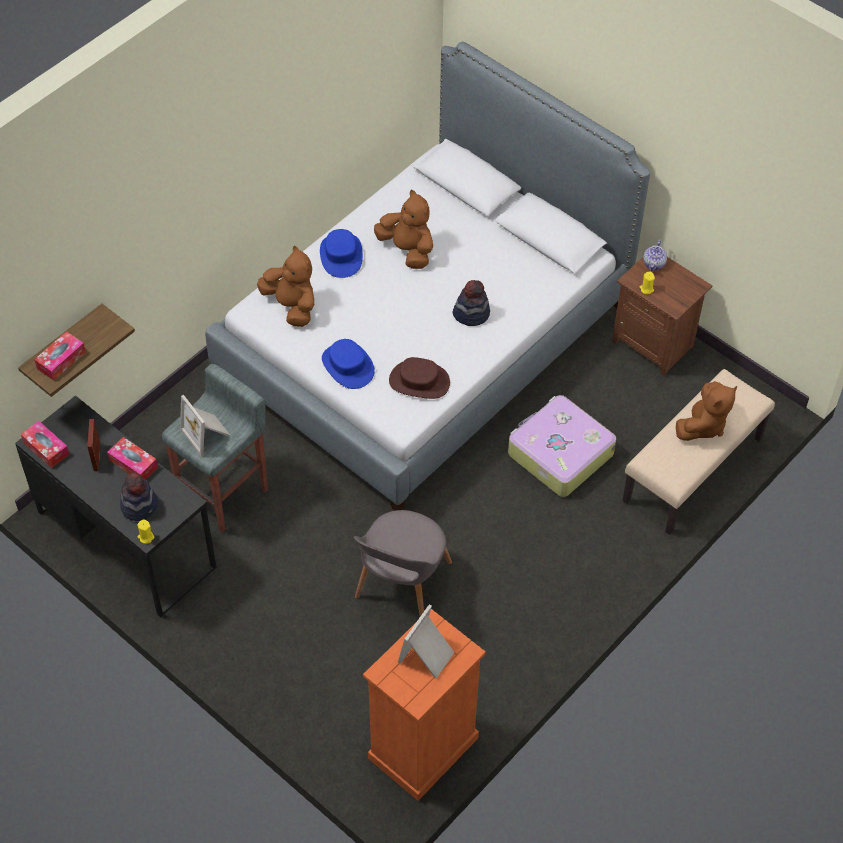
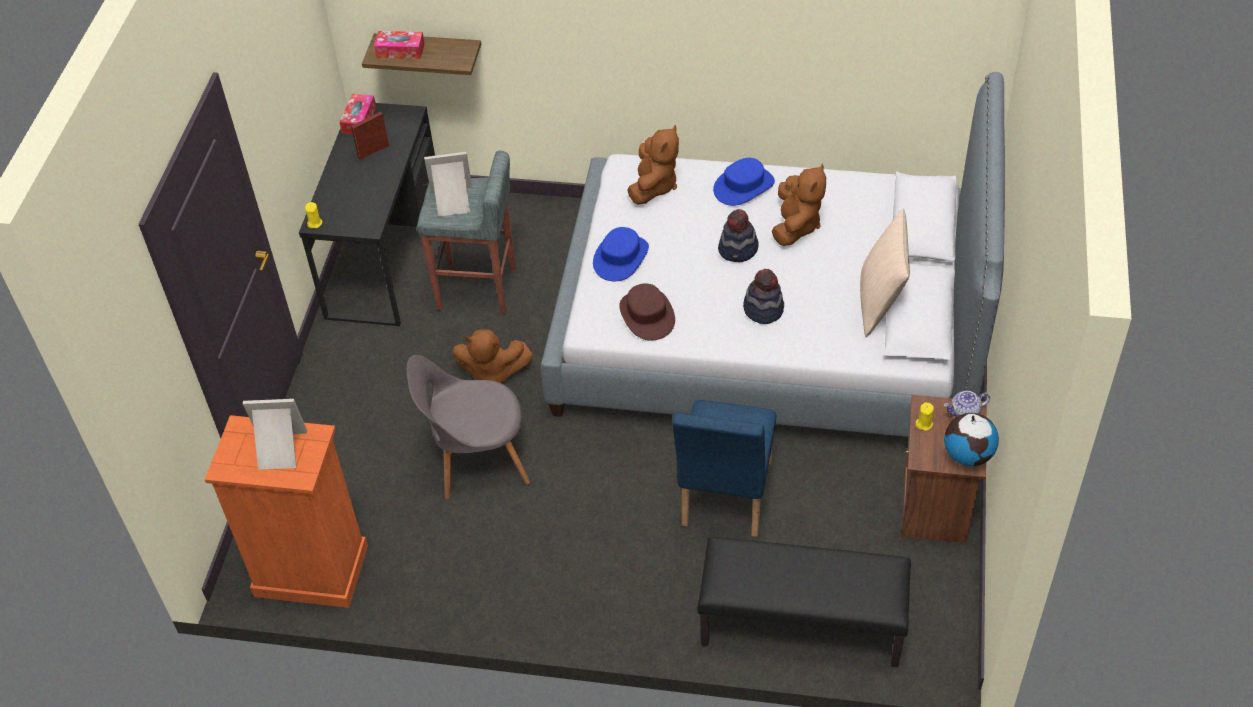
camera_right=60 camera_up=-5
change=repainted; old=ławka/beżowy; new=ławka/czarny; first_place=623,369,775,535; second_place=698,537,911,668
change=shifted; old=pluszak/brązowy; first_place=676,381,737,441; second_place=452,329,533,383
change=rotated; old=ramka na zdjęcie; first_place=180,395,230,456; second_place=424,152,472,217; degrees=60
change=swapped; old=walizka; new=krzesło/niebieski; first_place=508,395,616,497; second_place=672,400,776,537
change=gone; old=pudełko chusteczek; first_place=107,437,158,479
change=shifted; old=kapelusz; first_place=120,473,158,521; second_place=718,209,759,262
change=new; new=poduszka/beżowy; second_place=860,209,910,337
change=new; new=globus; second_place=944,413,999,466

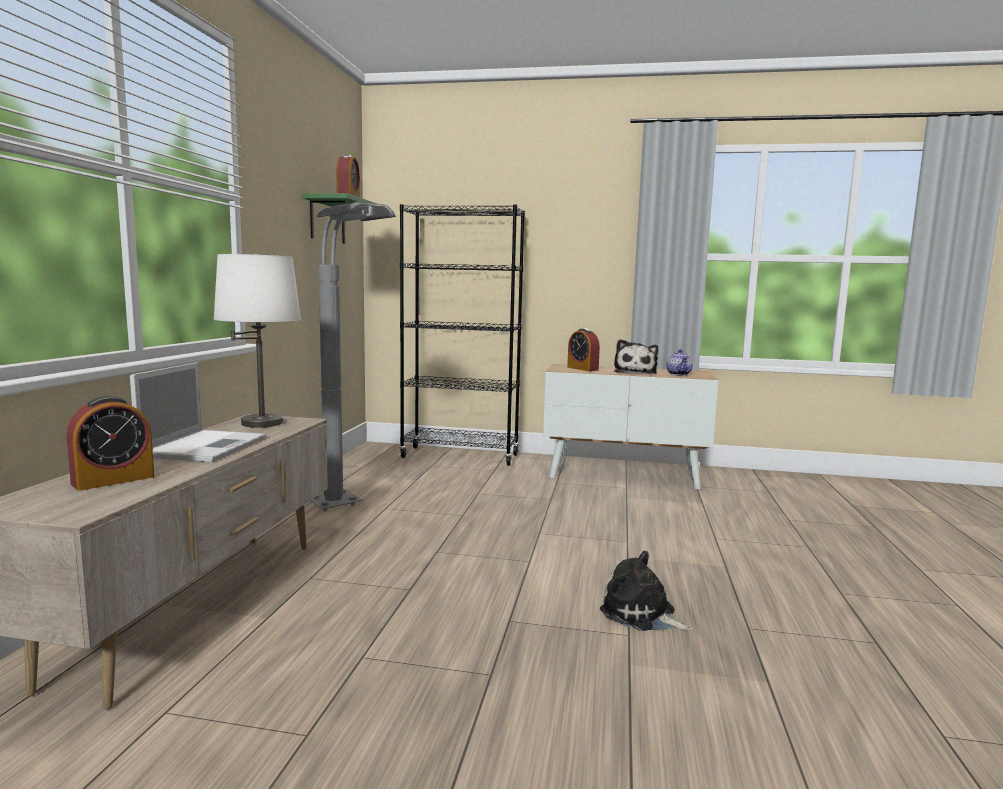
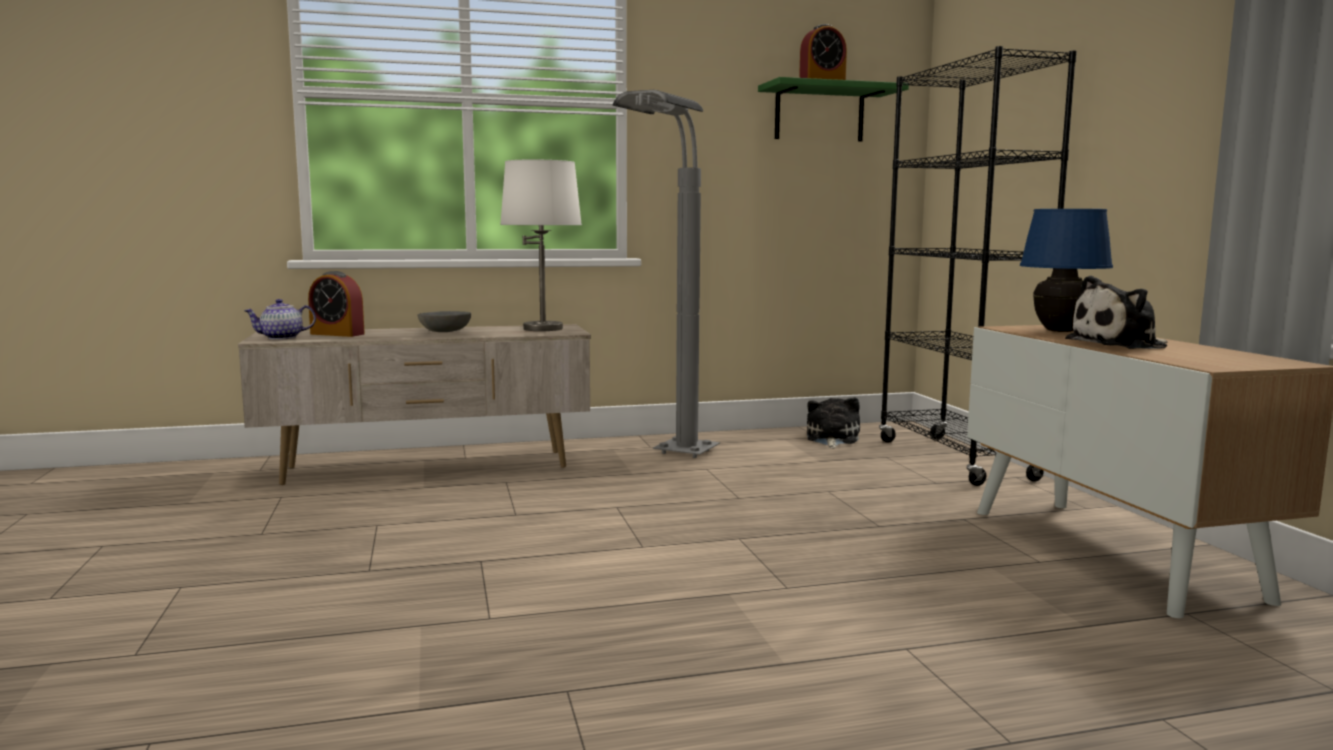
camera_right=65 camera_up=0
change=swapped; old=budzik; new=lampa stołowa/niebieski; first_place=567,329,600,371; second_place=1020,209,1113,332
change=shifted; old=imbryk; first_place=666,349,693,376; second_place=244,299,316,340
change=swapped; old=laptop; new=miska/szary; first_place=130,362,266,462; second_place=418,311,471,332
change=shifted; old=pluszak; first_place=600,551,692,631; second_place=807,397,860,448

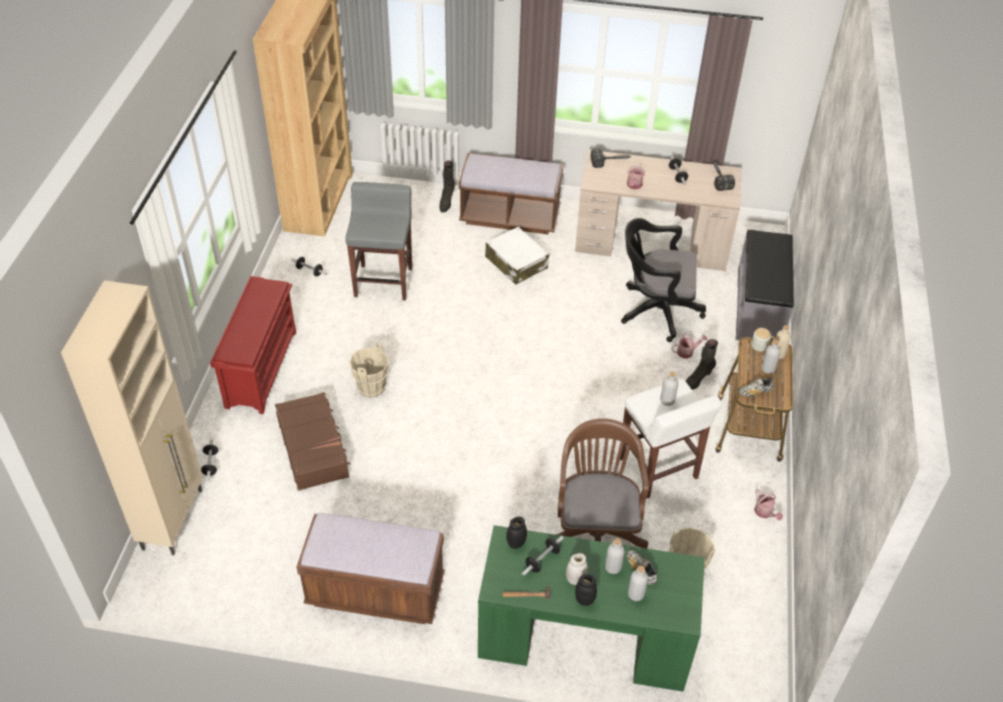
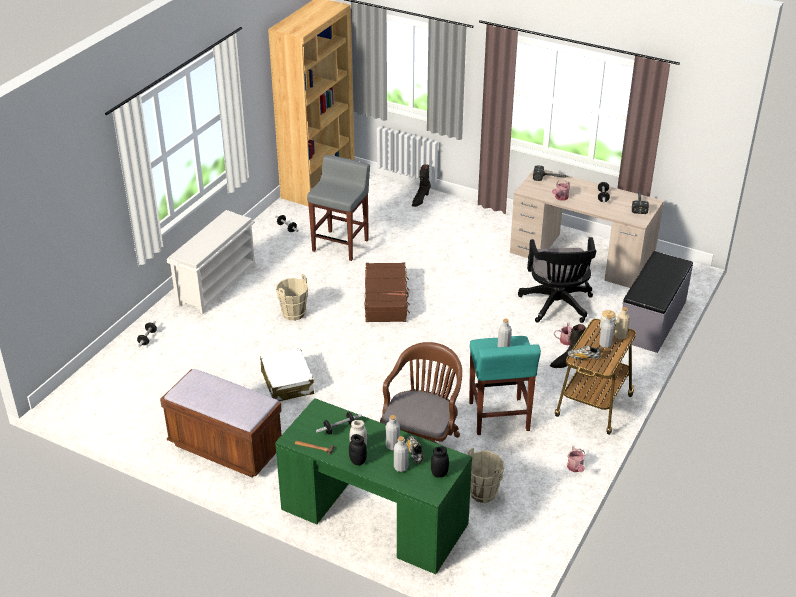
camera_right=20 camera_up=-10
change=gone; old=ławka/brązowy; first_place=459,153,563,234
change=rotated; old=krzesło biurowe/czarny; first_place=621,218,706,342; second_place=518,237,597,323; degrees=-120
change=shifted; old=walizka/biały; first_place=485,227,549,285; second_place=260,348,314,401
change=repainted; old=regał na buty/czerwony; new=regał na buty/biały; first_place=210,276,296,414; second_place=167,210,256,315
change=gone; old=szafka/beżowy; first_place=61,280,203,555
change=repainted; old=stołek/biały; new=stołek/turkusowy; first_place=620,379,722,498; second_place=469,336,541,435
change=shifted; old=walizka/brązowy; first_place=275,392,351,491; second_place=365,262,410,322
change=shifted; old=słoik/czarny; first_place=506,516,527,549; second_place=431,446,449,477

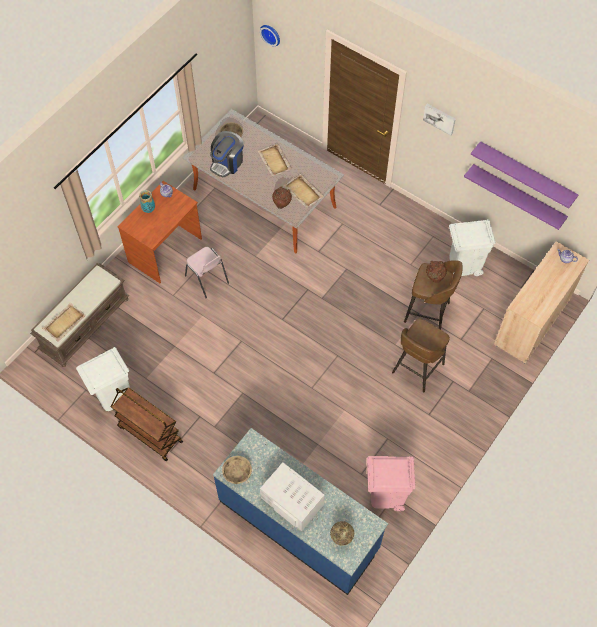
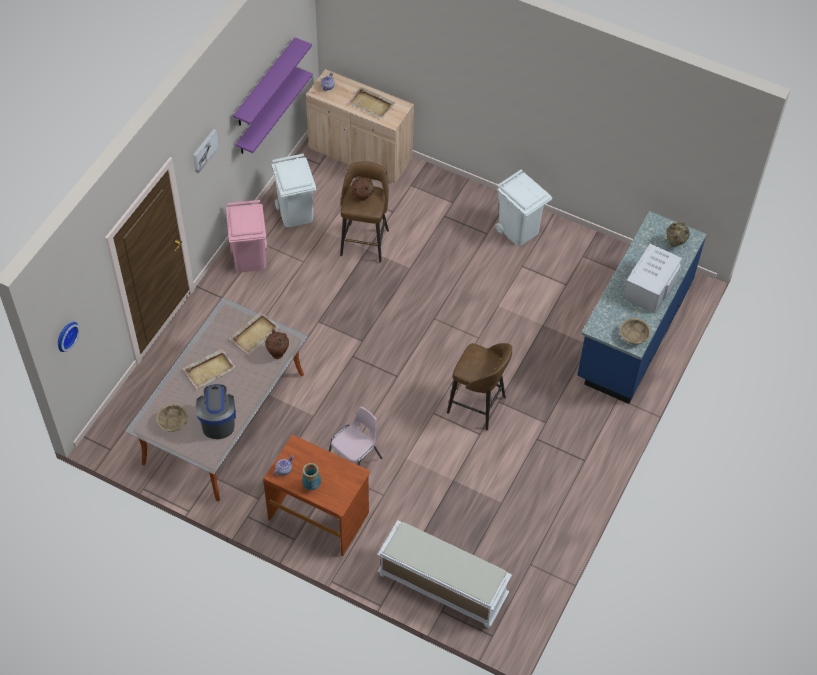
camera_right=-100 camera_up=-5
change=rotated; old=ekspres do kawy; first_place=210,131,243,177; second_place=196,384,236,439; degrees=-120
change=repainted; old=ławka/brązowy; new=ławka/biały; first_place=30,263,129,367; second_place=377,520,512,628
change=shifted; old=taca/beżowy; first_place=42,303,86,342; second_place=347,87,395,119
change=shifted; old=stołek/brązowy; first_place=392,318,450,392; second_place=447,343,512,430
change=shifted; old=kosz na śmieci/biały; first_place=76,347,130,411; second_place=495,169,552,246
change=gone; old=wózek/brązowy; first_place=111,387,183,461
change=shifted; old=kosz na śmieci/różowy; first_place=367,456,416,511; second_place=226,200,267,272

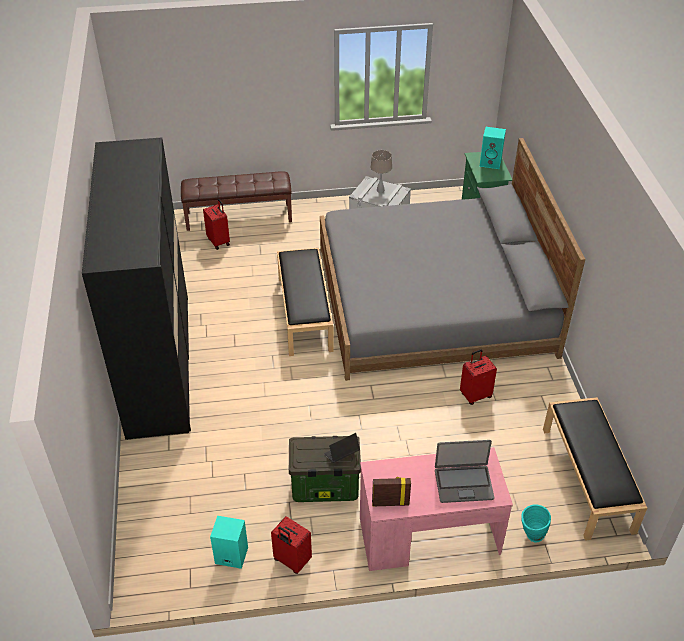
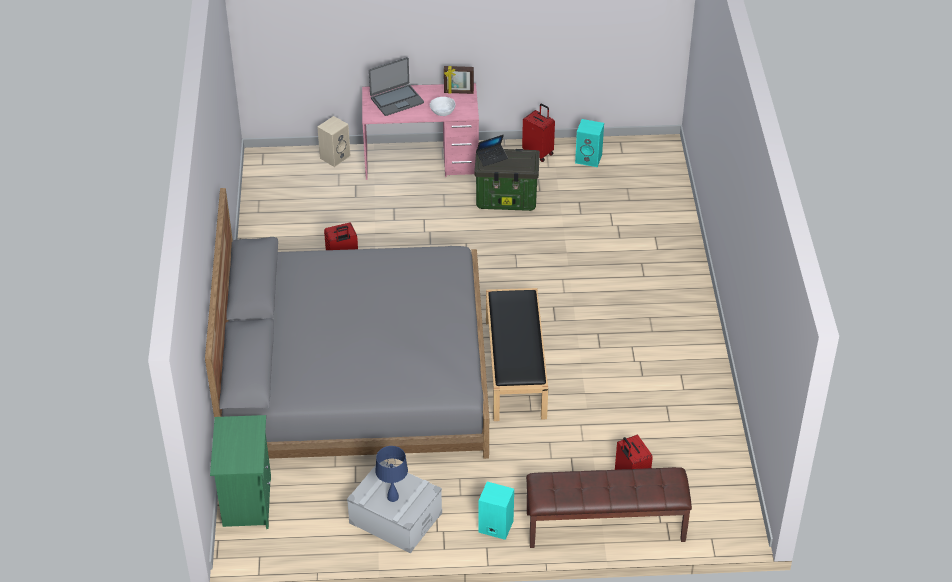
camera_right=-175 camera_up=0
change=shifted; old=głośnik/turkusowy; first_place=479,127,506,169; second_place=479,482,514,540
change=gone; old=szafa/czarny; first_place=82,137,191,440
change=repainted; old=lampa stołowa/beżowy; new=lampa stołowa/niebieski; first_place=370,150,392,193; second_place=375,446,408,502
change=gone; old=ławka/czarny; first_place=543,397,647,541
change=rotated; old=laptop; first_place=435,440,494,503; second_place=369,57,424,116; degrees=150
change=swapped; old=wazon/turkusowy; new=głośnik/beżowy; first_place=521,504,551,543; second_place=317,116,350,167
change=new; new=miska/biały; second_place=430,97,455,116

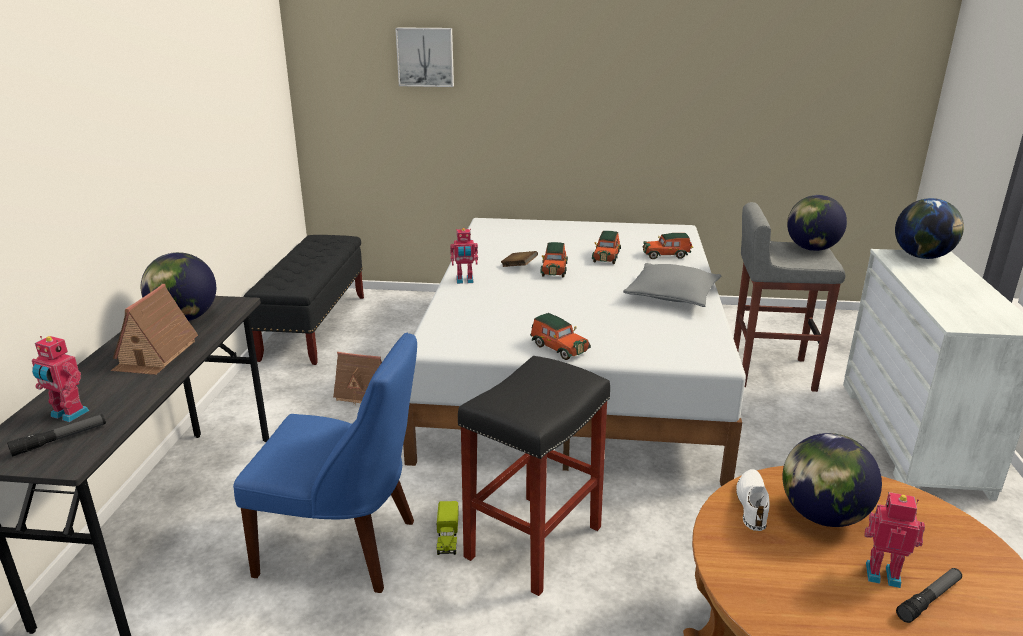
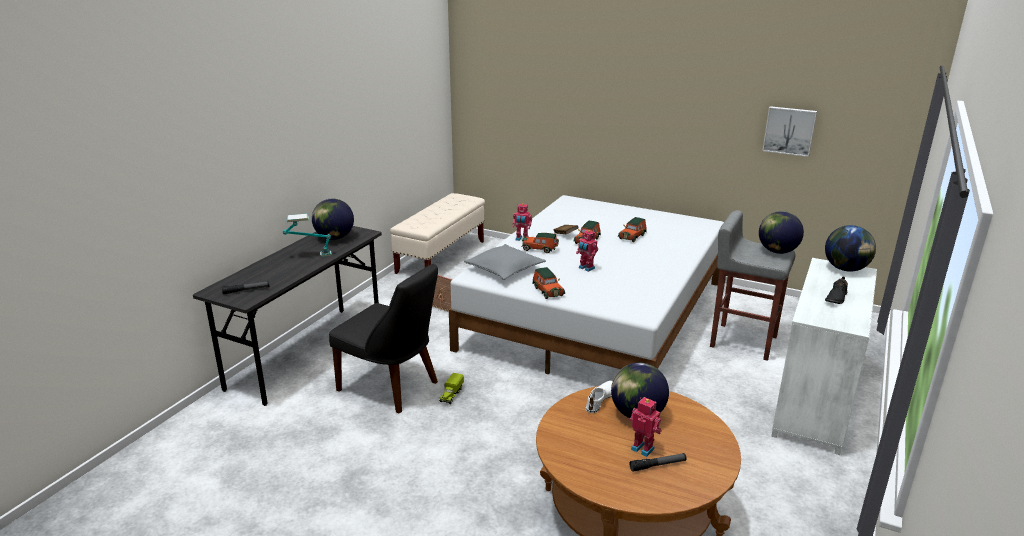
camera_right=20 camera_up=0
change=shifted; old=obraz; first_place=395,27,454,87; second_place=762,106,817,157
change=shifted; old=samochodzik; first_place=642,233,693,259; second_place=522,233,559,253
change=repainted; old=ławka/czarny; new=ławka/beżowy; first_place=244,235,364,365; second_place=390,193,485,274
change=shifted; old=poduszka/szary; first_place=623,263,721,307; second_place=464,244,546,280
change=swapped; old=domek; new=lampa stołowa; first_place=111,284,198,375; second_place=283,214,331,257
change=repainted; old=krzesło/niebieski; new=krzesło/czarny; first_place=233,333,417,593; second_place=329,264,438,413
change=shifted; old=robot zabawkowy; first_place=32,336,89,422; second_place=576,229,598,272
change=gone; old=stołek/czarny; first_place=458,356,610,596
change=new; new=but/czarny; second_place=825,276,848,304

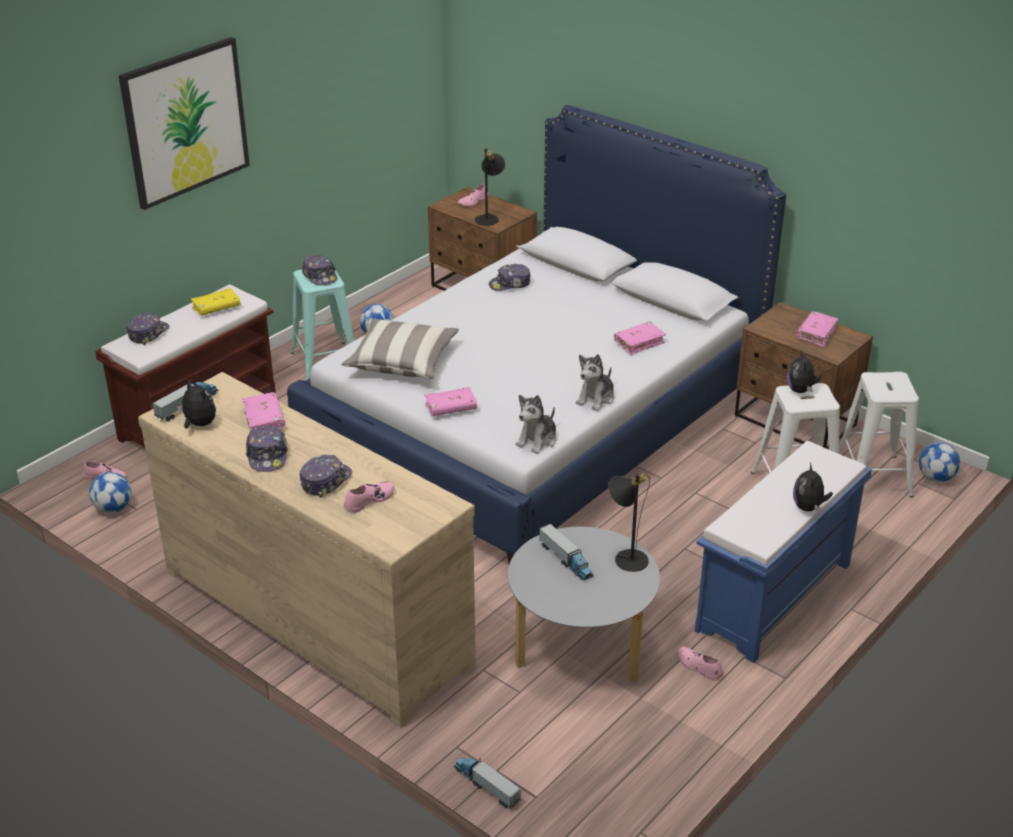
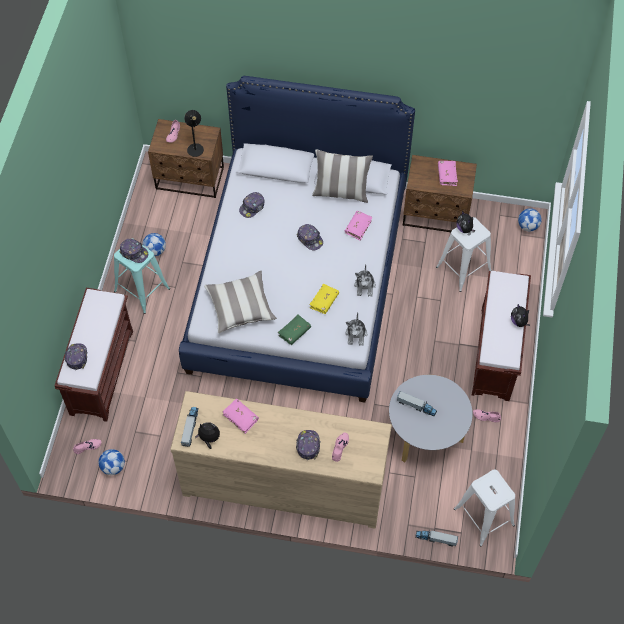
camera_right=-30 camera_up=25
change=gone; old=obraz; first_place=119,37,250,210
change=shifted; old=książka/żółty; first_place=190,288,241,316; second_place=309,284,339,314
change=shifted; old=stołek/biały; first_place=839,372,919,498; second_place=454,470,515,547
change=repainted; old=książka/różowy; new=książka/zielony; first_place=424,387,477,416; second_place=278,314,311,345
change=shifted; old=czapka z daszkiem; first_place=246,426,288,472; second_place=297,224,323,250
change=repainted; old=ławka/niebieski; new=ławka/brązowy; first_place=695,441,872,663; second_place=472,271,531,401
change=gone; old=lampa stołowa/czarny; first_place=608,473,650,572
change=new; new=poduszka; second_place=312,149,373,203

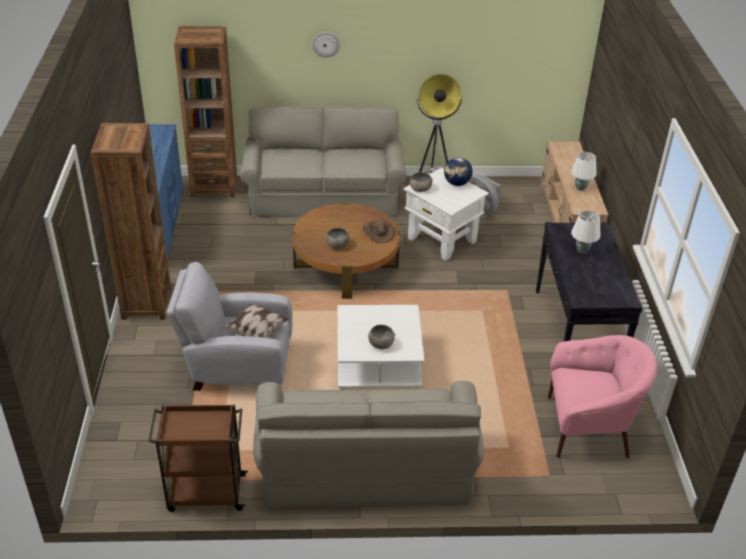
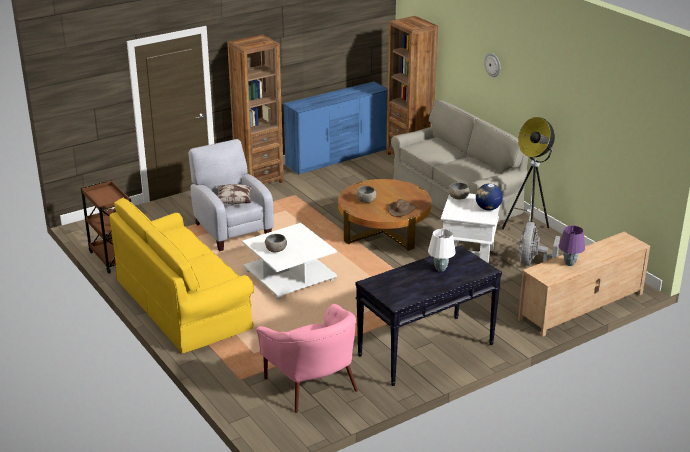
camera_right=60 camera_up=-10
change=repainted; old=lampa stołowa/biały; new=lampa stołowa/fioletowy; first_place=571,152,596,191; second_place=559,226,585,266
change=repainted; old=kanapa/szary; new=kanapa/żółty; first_place=253,381,484,508; second_place=109,197,254,353

